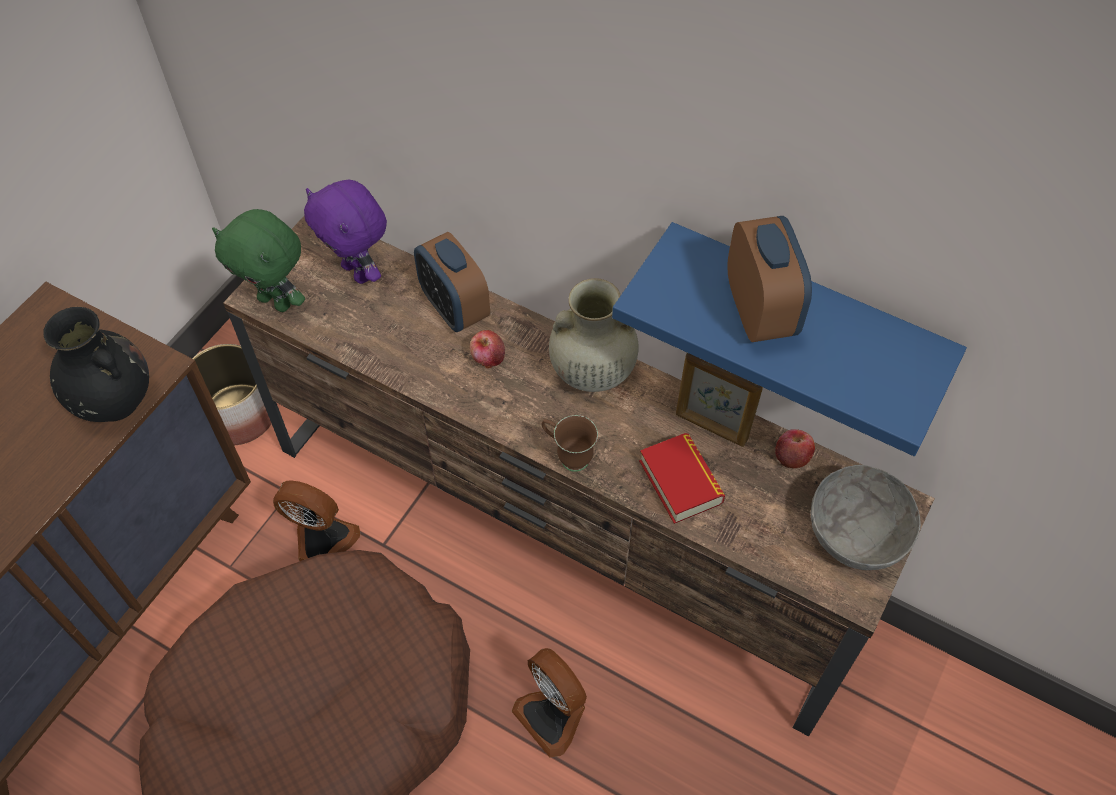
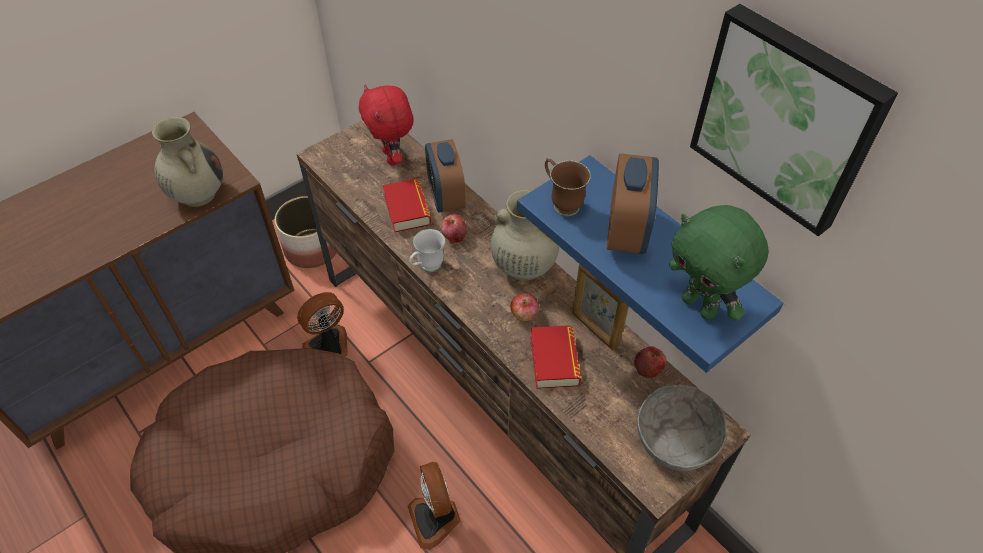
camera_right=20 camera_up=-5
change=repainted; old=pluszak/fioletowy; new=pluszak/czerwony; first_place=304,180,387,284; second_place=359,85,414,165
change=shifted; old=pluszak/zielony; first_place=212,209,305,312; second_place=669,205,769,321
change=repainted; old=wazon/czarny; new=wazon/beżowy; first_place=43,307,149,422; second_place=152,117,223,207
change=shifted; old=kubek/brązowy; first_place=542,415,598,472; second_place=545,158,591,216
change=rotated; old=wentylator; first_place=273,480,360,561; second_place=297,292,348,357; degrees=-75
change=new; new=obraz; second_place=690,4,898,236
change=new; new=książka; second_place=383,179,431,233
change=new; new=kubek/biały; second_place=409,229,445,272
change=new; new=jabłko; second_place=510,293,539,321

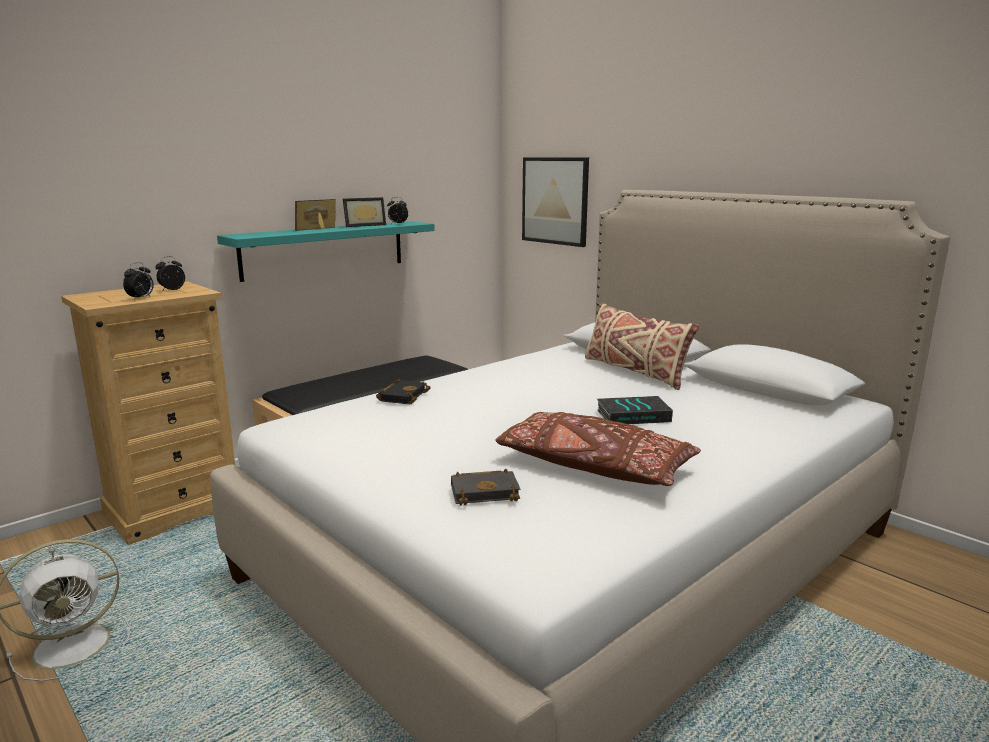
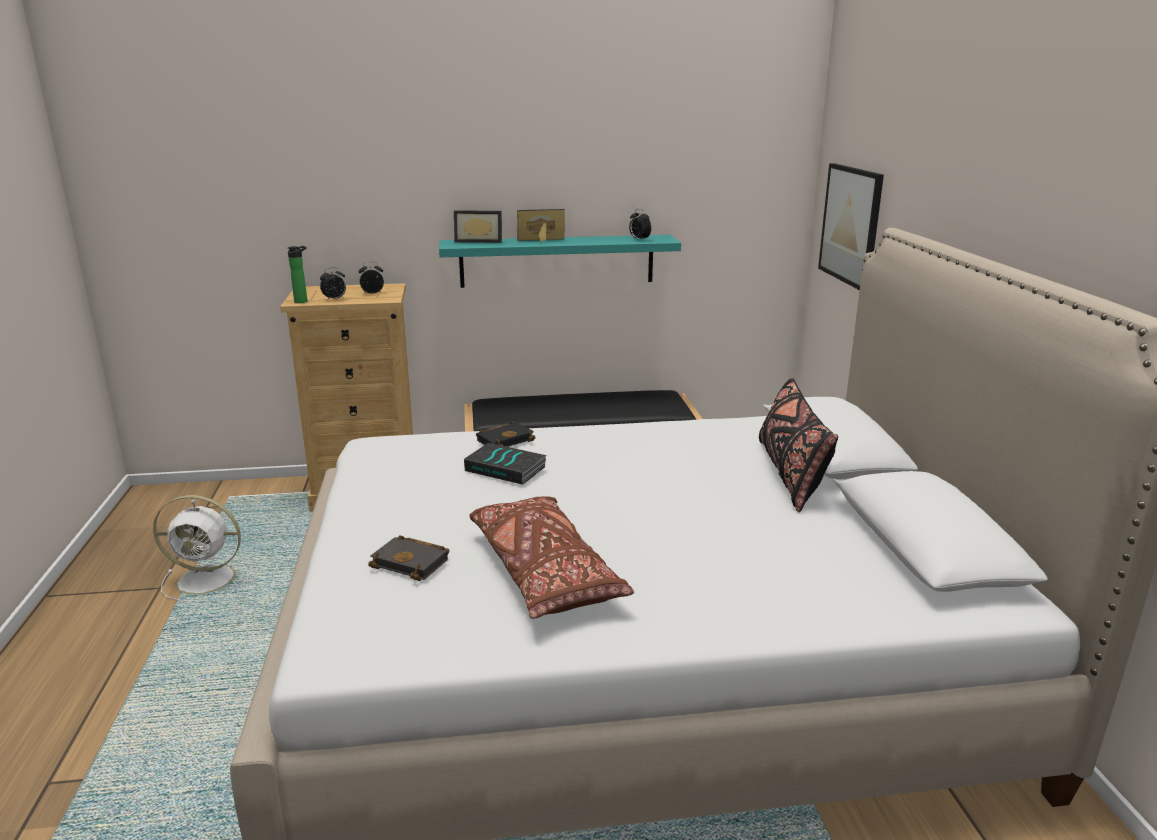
camera_right=35 camera_up=5
change=shifted; old=ramka na zdjęcie; first_place=343,197,386,227; second_place=454,210,502,243
change=repainted; old=poduszka/beżowy; new=poduszka/czarny; first_place=585,303,699,390; second_place=759,377,838,512
change=shifted; old=książka; first_place=597,396,673,424; second_place=464,443,547,485
change=new; new=butelka; second_place=288,246,307,303

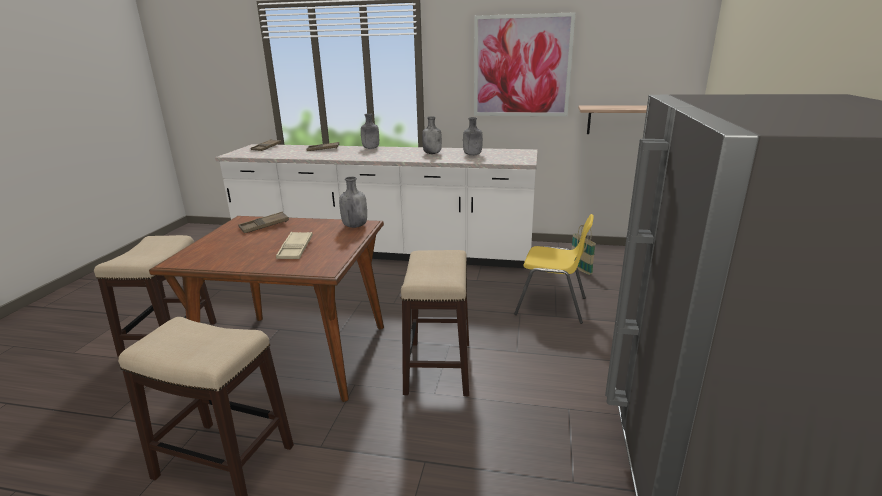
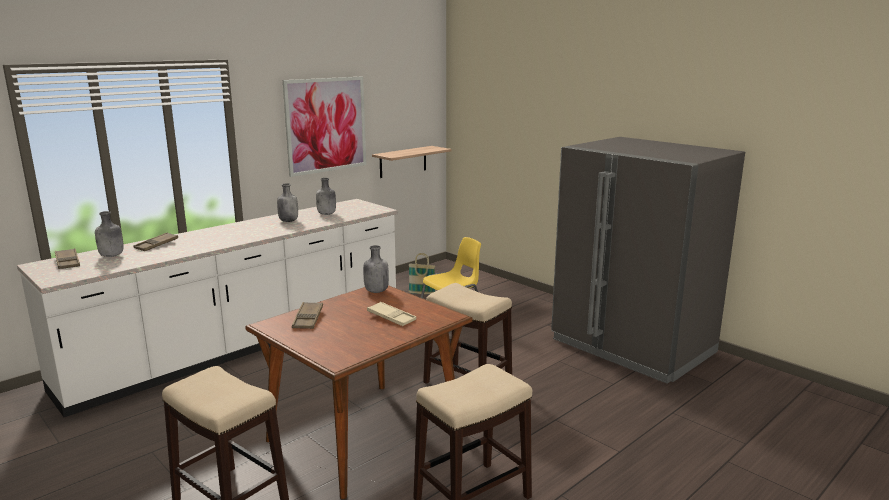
camera_right=-55 camera_up=-5
change=shifted; old=butelka/szary; first_place=361,114,379,149; second_place=95,211,123,257

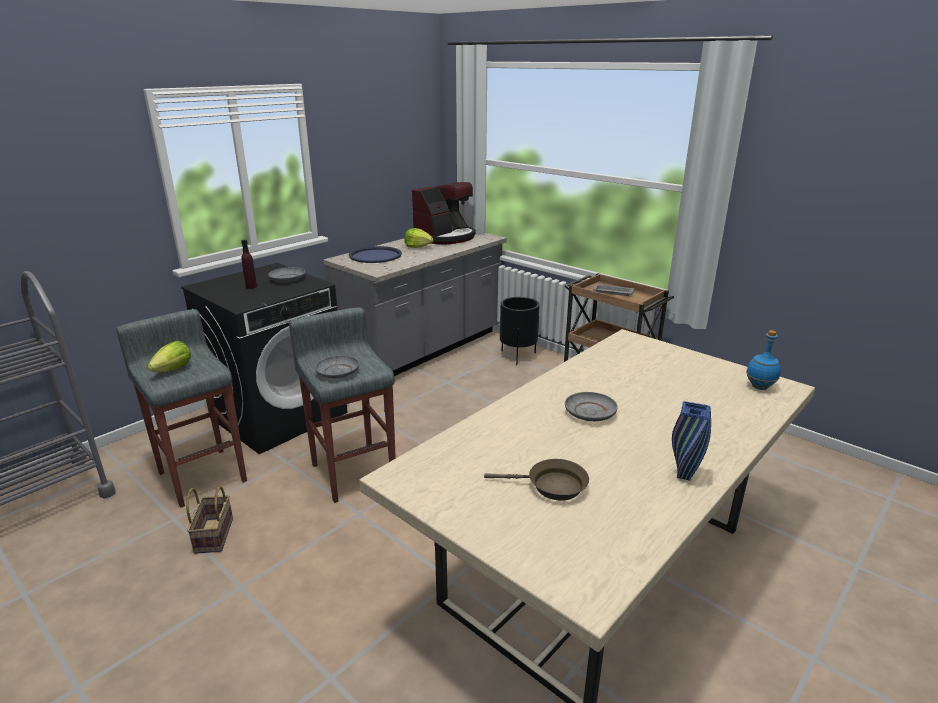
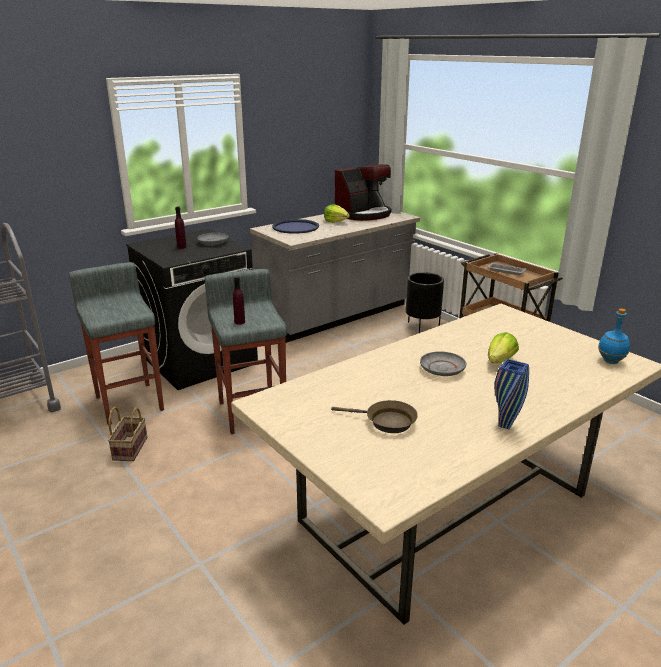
camera_right=10 camera_up=0
change=shifted; old=sałata; first_place=147,341,191,372; second_place=488,332,519,363
change=swapped; old=talerz/szary; new=butelka/fioletowy; first_place=315,355,359,379; second_place=233,276,245,324

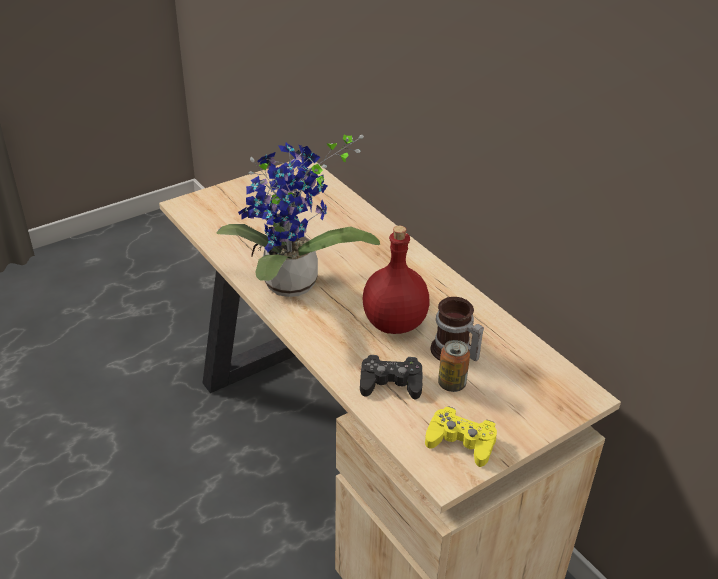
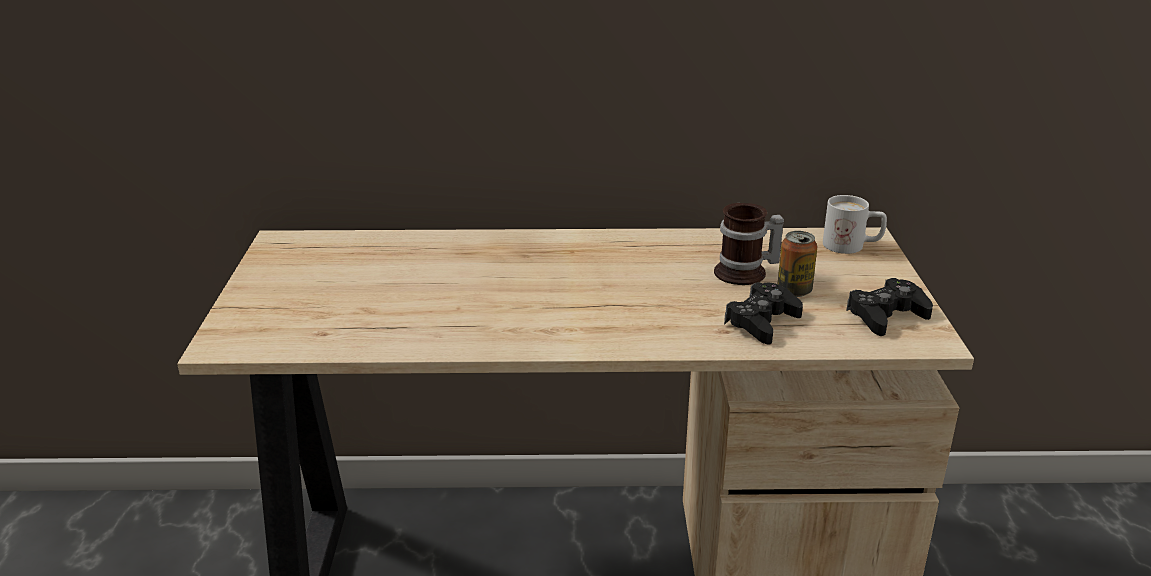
camera_right=-55 camera_up=-10
change=gone; old=roślina doniczkowa; first_place=216,134,380,297
change=gone; old=butelka/czerwony; first_place=363,226,429,334
change=repainted; old=pad do gier/żółty; new=pad do gier/czarny; first_place=425,406,497,467; second_place=846,278,933,336
change=new; new=kubek/biały; second_place=823,195,887,254

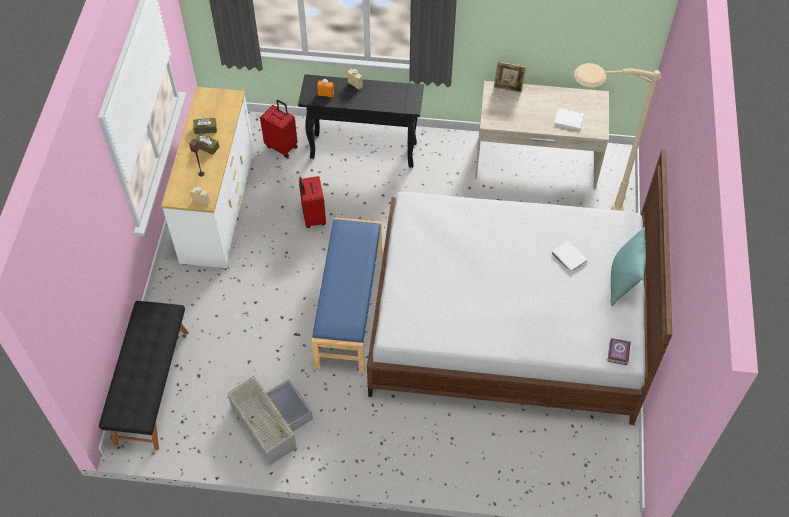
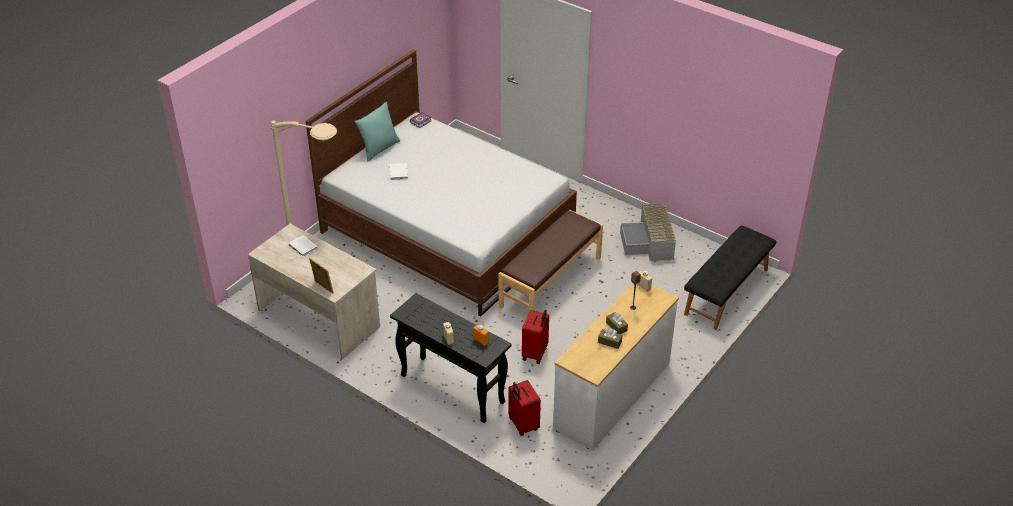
camera_right=-150 camera_up=-15
change=repainted; old=ławka/niebieski; new=ławka/brązowy; first_place=311,217,382,373; second_place=499,210,603,312

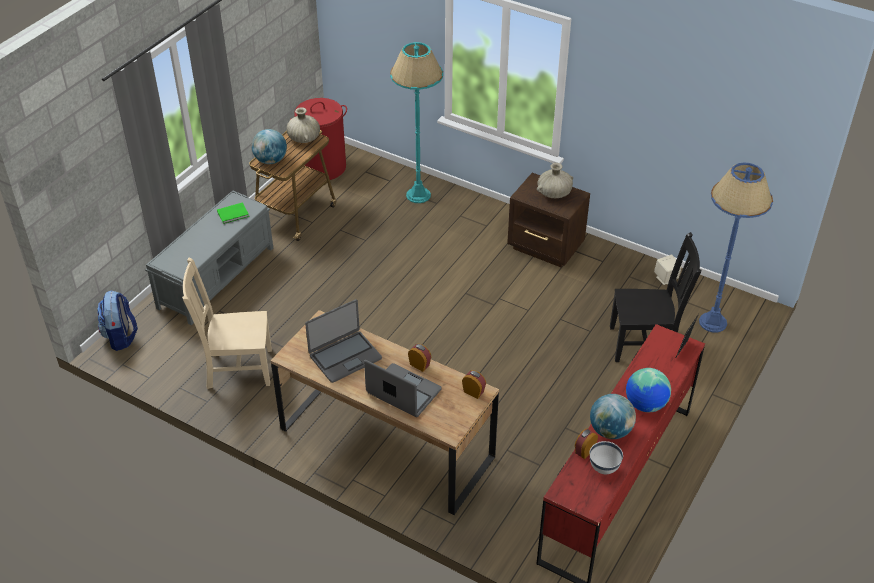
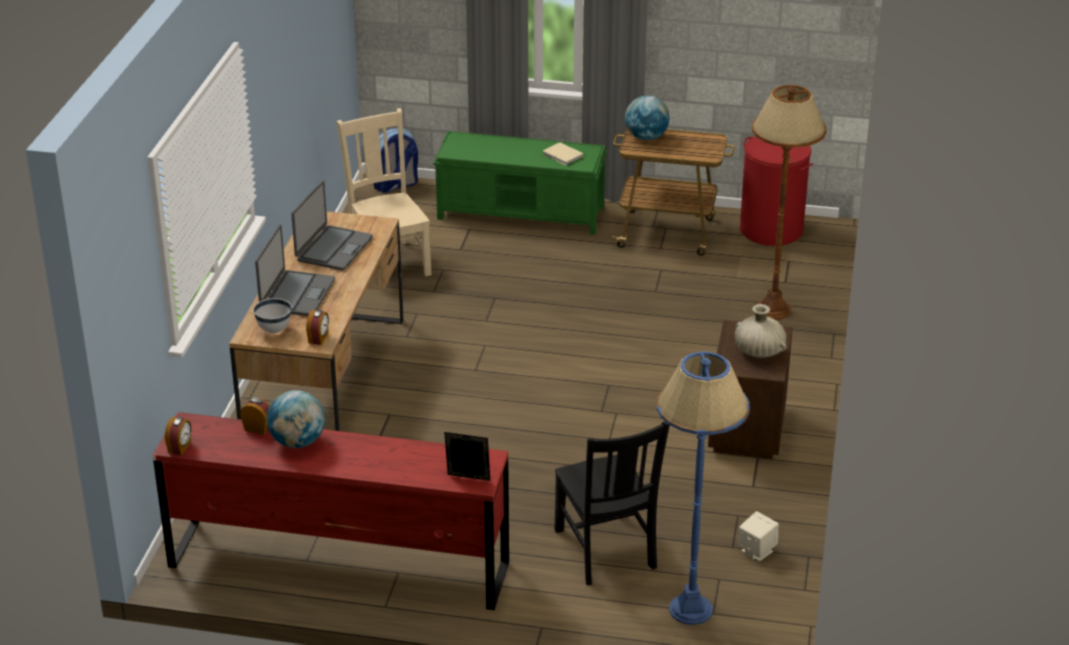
camera_right=70 camera_up=-10
change=repainted; old=lampa stojąca/turkusowy; new=lampa stojąca/brązowy; first_place=390,42,443,203; second_place=752,85,827,320
change=gone; old=wazon/beżowy; first_place=286,107,320,143
change=repainted; old=ławka/szary; new=ławka/zielony; first_place=145,190,273,325; second_place=434,131,607,235
change=repainted; old=książka/zielony; new=książka/beżowy; first_place=217,202,249,224; second_place=543,142,584,166
change=rotated; old=laptop; first_place=305,299,382,383; second_place=291,181,373,271; degrees=-105
change=shifted; old=budzik; first_place=408,344,431,372; second_place=165,417,191,455
change=gone; old=globus; first_place=626,368,671,412
change=shifted; old=miska/biały; first_place=590,441,623,474; second_place=253,298,292,333

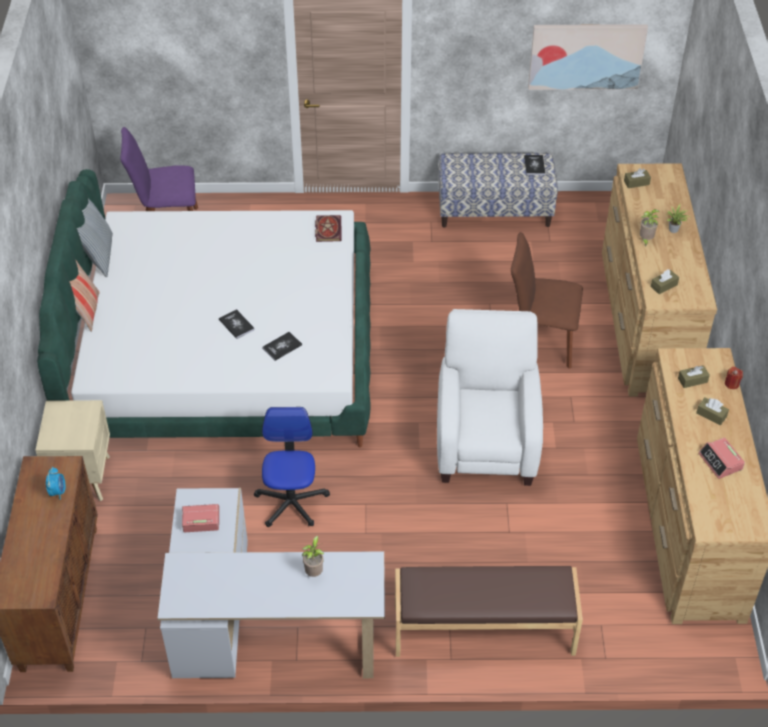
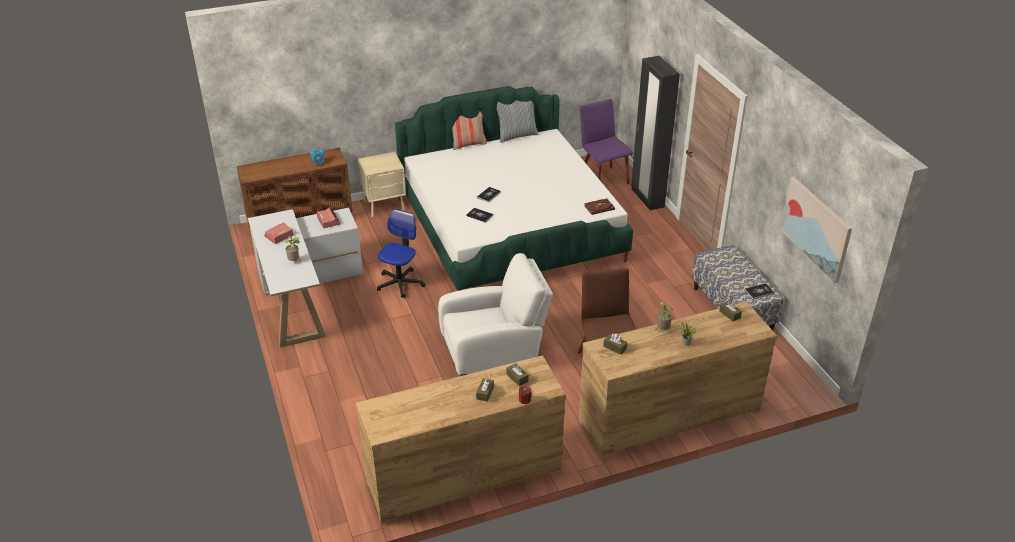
camera_right=70 camera_up=-10
change=rotated; old=krzesło biurowe; first_place=254,407,330,527; second_place=377,209,426,298; degrees=-45
change=shifted; old=budzik; first_place=698,438,745,479; second_place=264,222,293,244
change=gone; old=ławka/brązowy; first_place=395,566,583,657
change=new; new=szafa/czarny; second_place=631,56,680,210

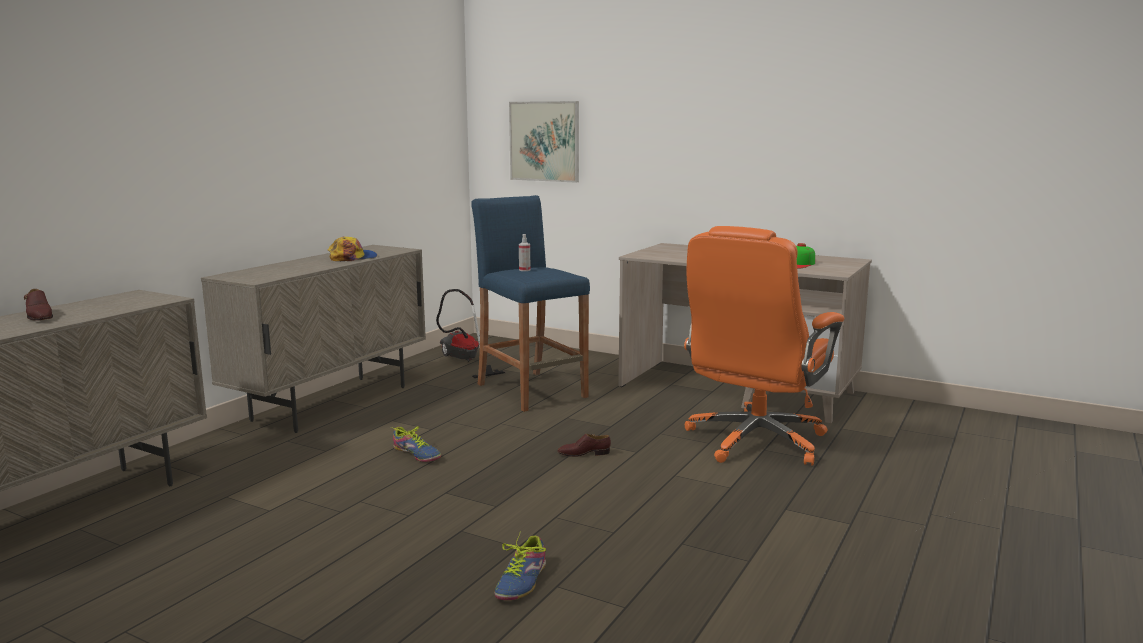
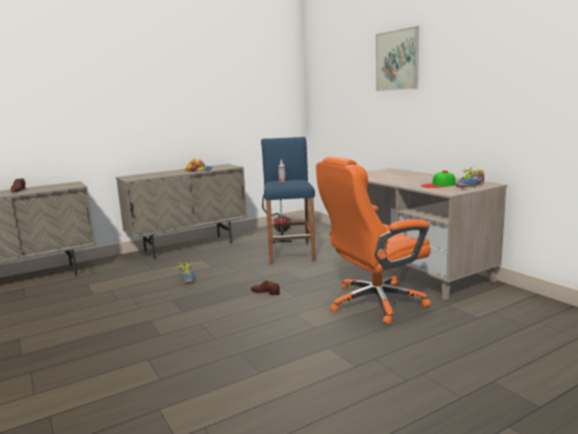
camera_right=30 camera_up=0
change=shifted; old=obraz; first_place=509,101,579,183; second_place=376,26,419,91
change=shifted; old=but; first_place=494,531,546,600; second_place=456,167,484,187

